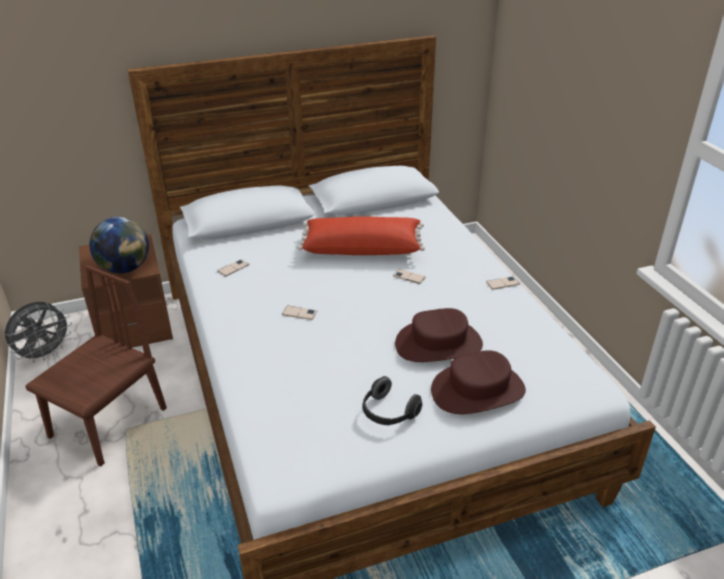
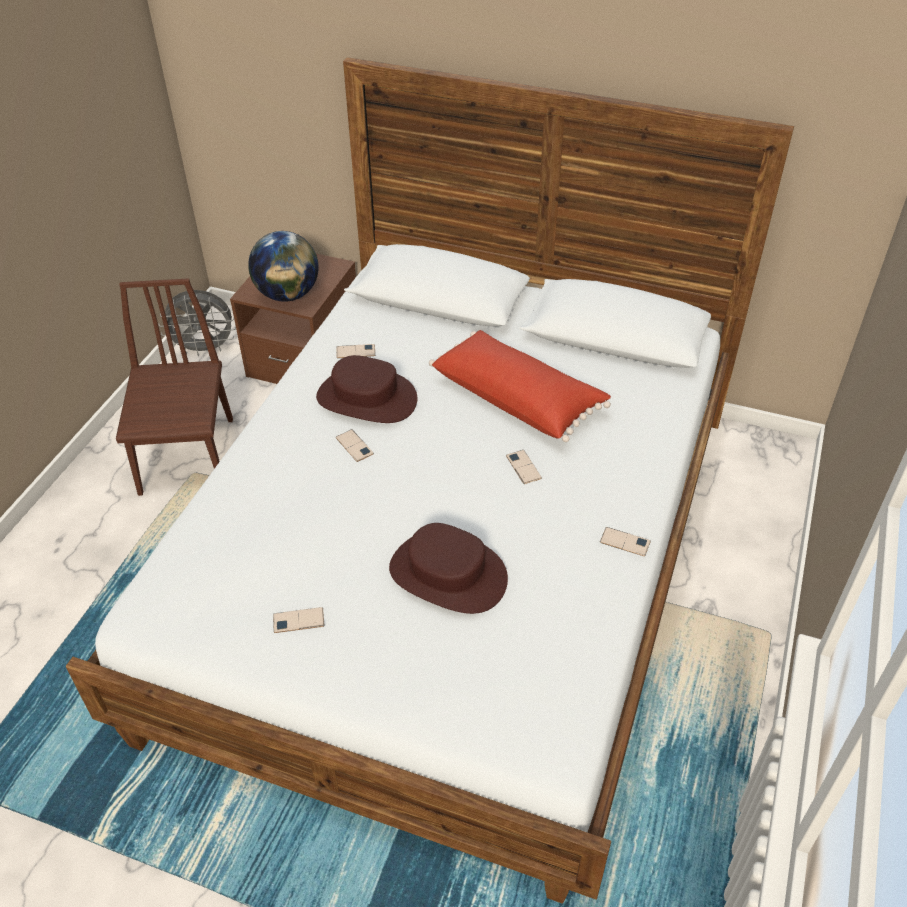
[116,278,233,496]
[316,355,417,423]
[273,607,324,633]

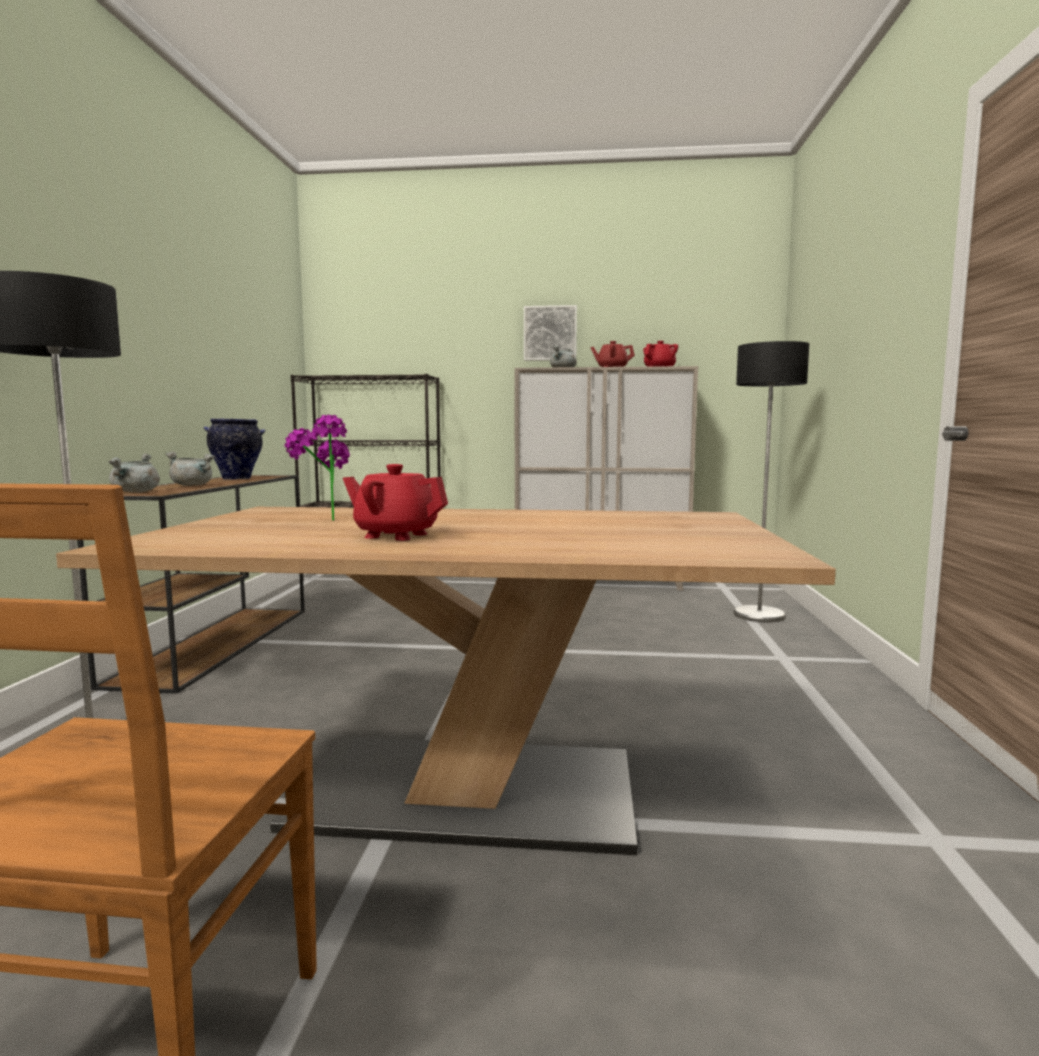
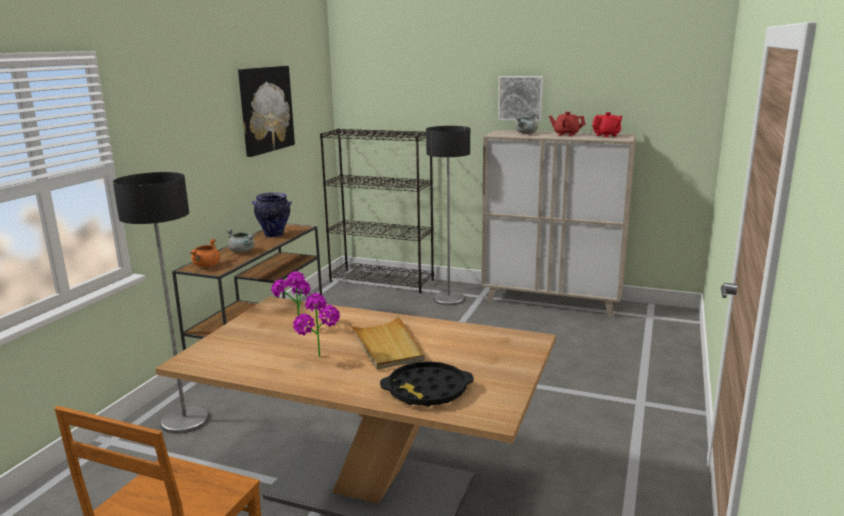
[426,126,470,305]
[190,239,220,267]
[293,293,340,357]
[238,66,295,157]
[349,315,425,370]
[380,361,474,406]

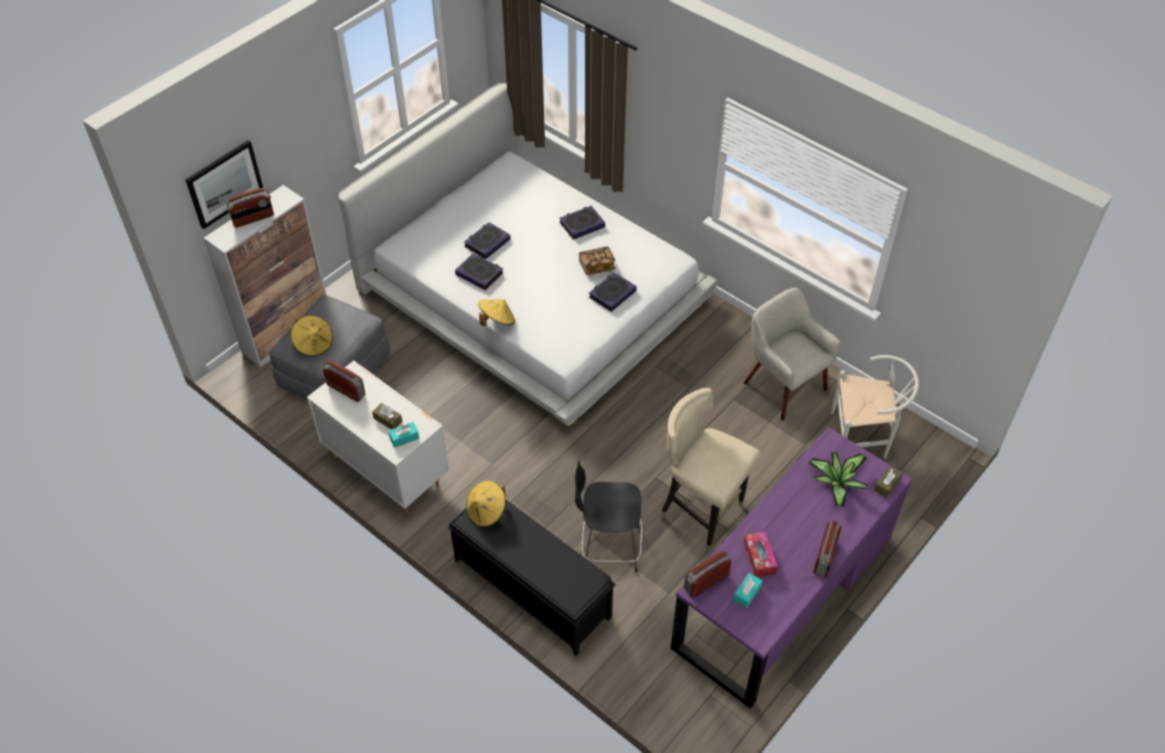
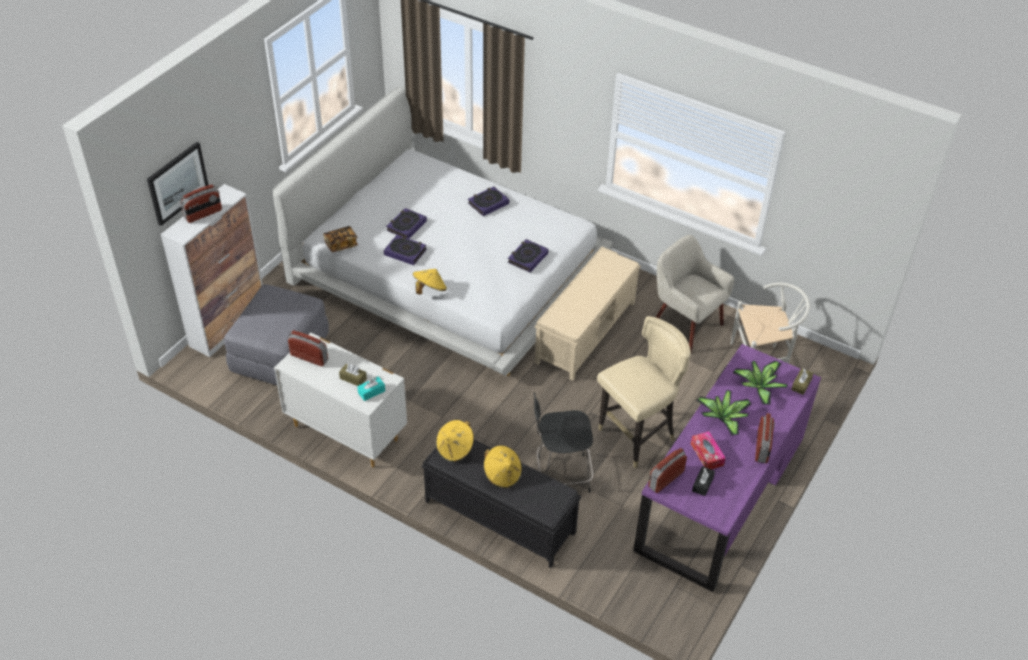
[323,226,358,252]
[484,445,522,488]
[597,316,691,468]
[692,466,715,496]
[535,247,641,381]
[696,390,751,436]

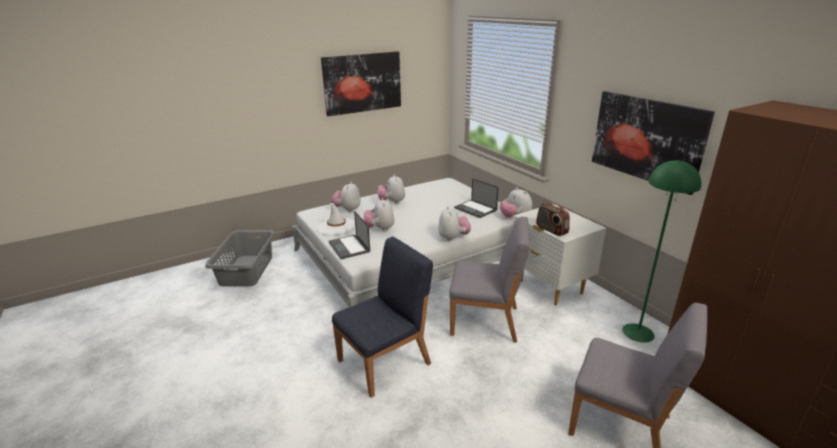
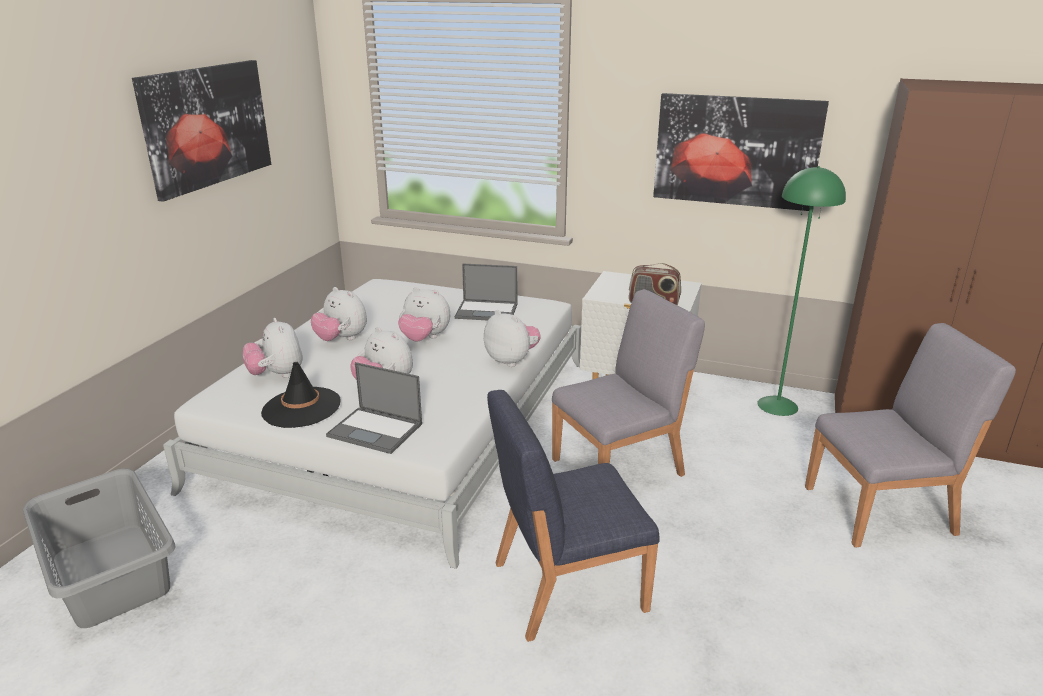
[398,287,450,341]
[261,362,341,428]
[487,390,660,642]

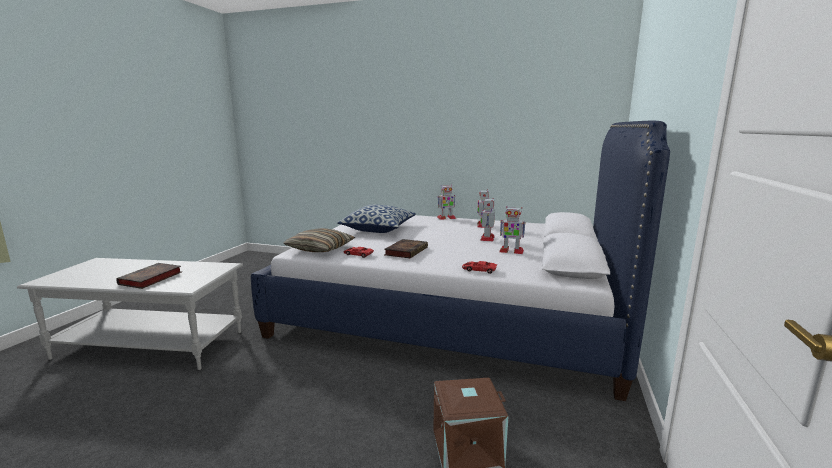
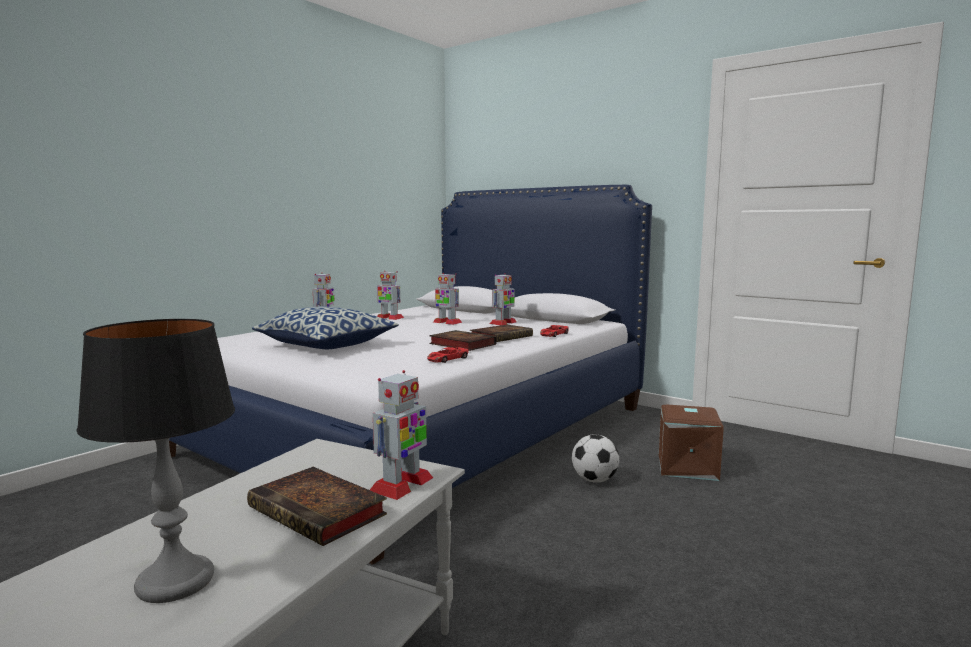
[284,228,355,252] (first image)
[77,319,235,603]
[470,325,533,342]
[370,370,433,500]
[572,434,619,483]

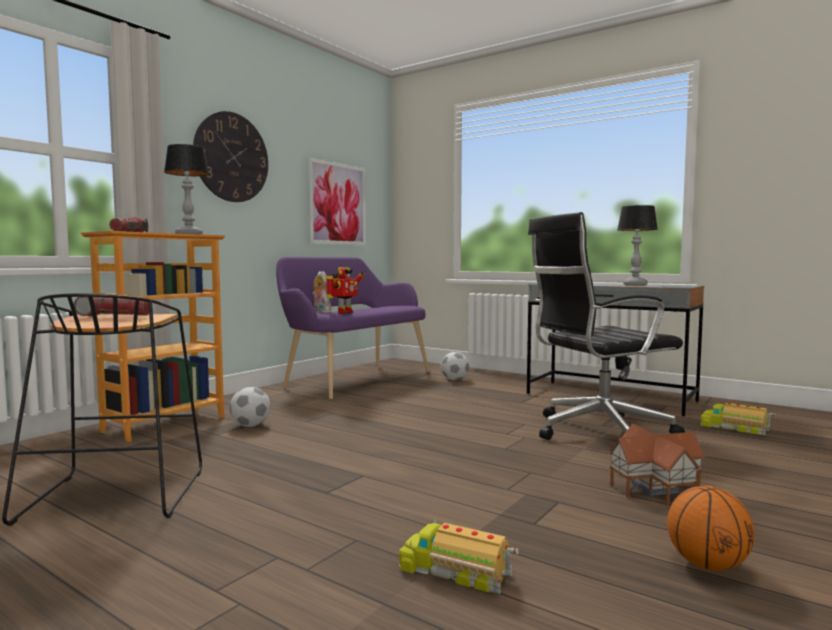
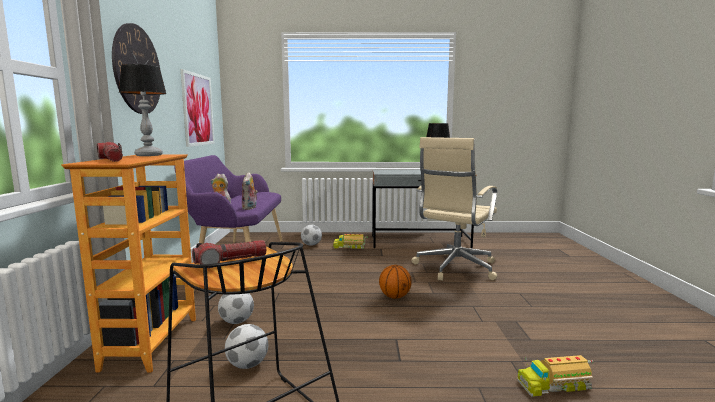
[412,137,497,281]
[242,172,258,210]
[333,234,368,249]
[609,423,705,506] (first image)
[379,265,412,299]
[225,324,268,369]

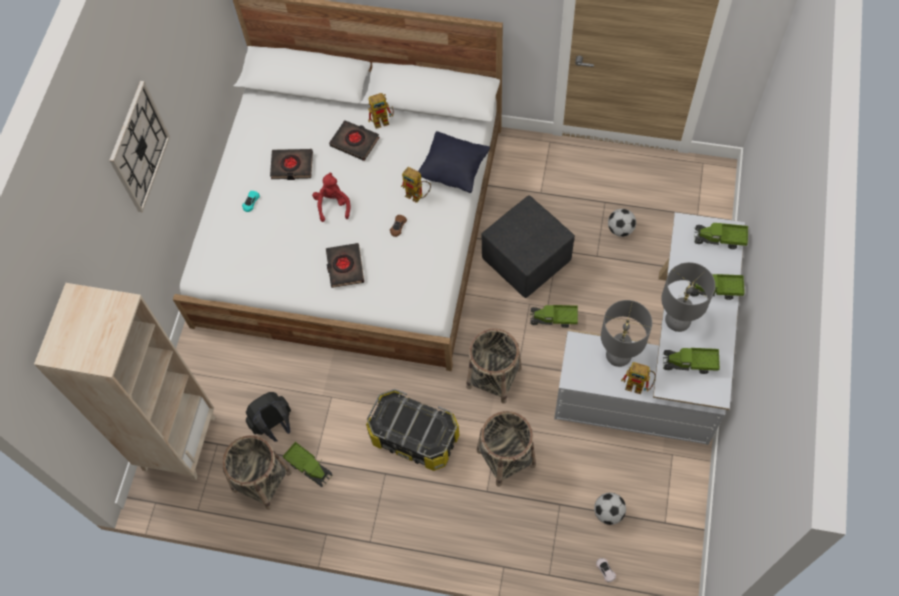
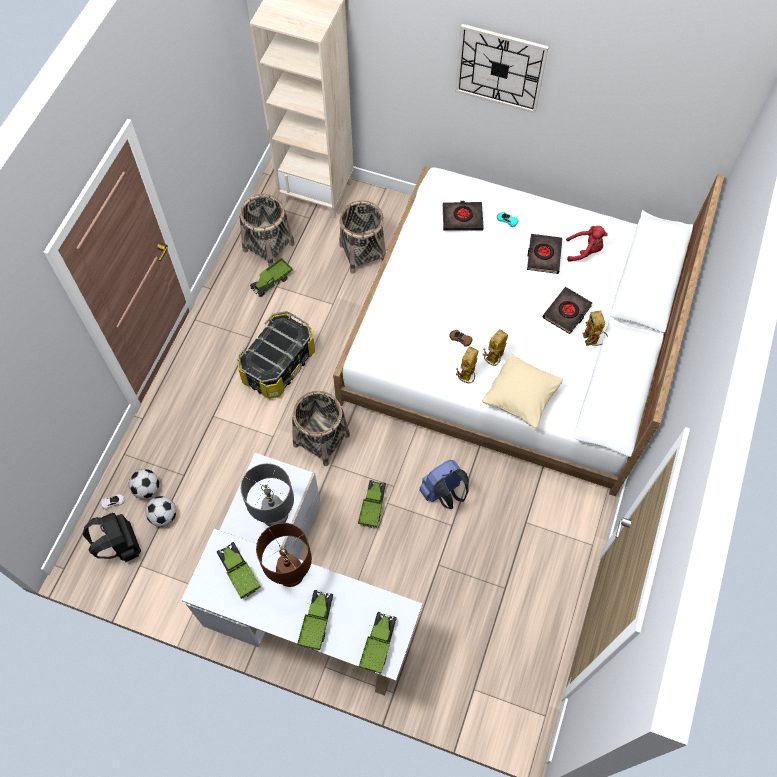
[482,354,563,428]
[566,226,608,262]
[420,460,469,509]
[129,469,159,499]
[443,201,484,231]
[256,523,312,587]
[217,542,260,599]
[456,346,479,383]
[83,513,141,562]
[339,200,386,274]

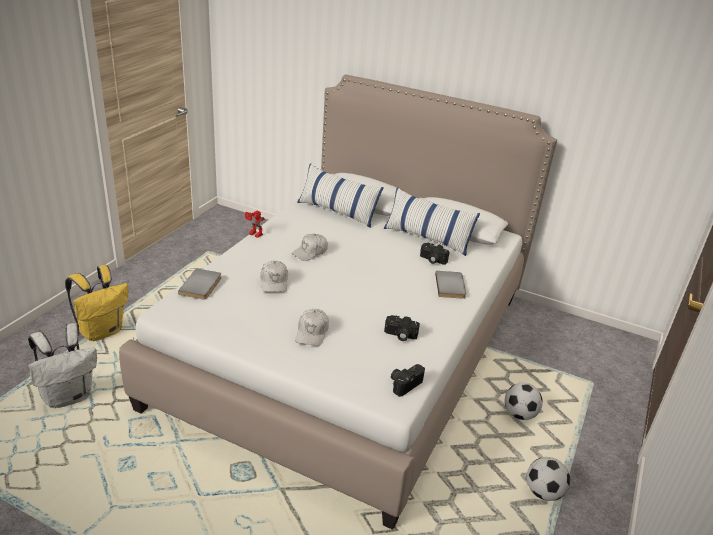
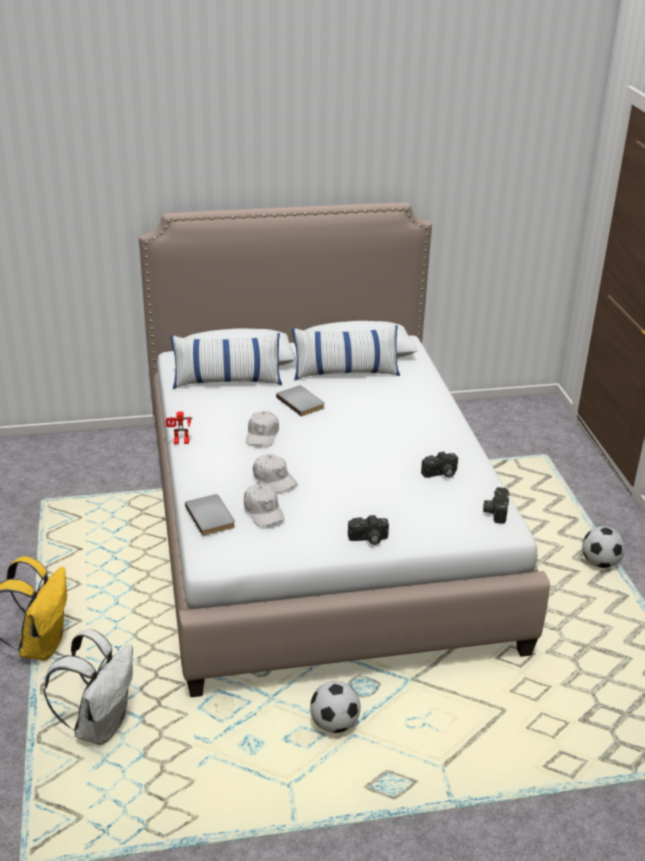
[348,515,389,545]
[276,385,325,417]
[244,484,285,526]
[310,681,361,733]

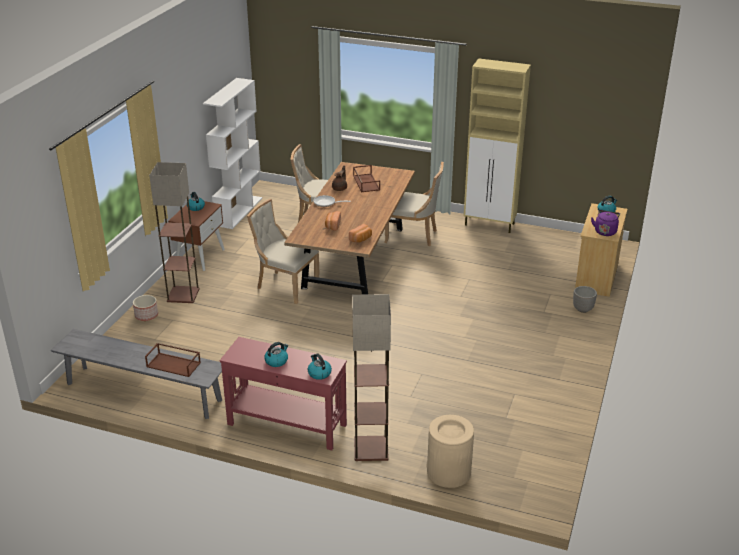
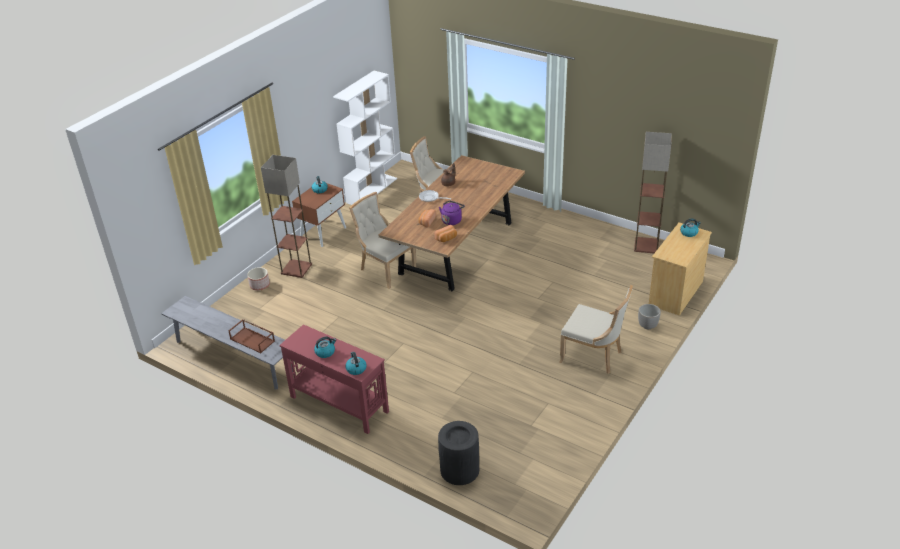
[464,58,531,233] (first image)
[559,285,633,374]
[353,165,380,192] (first image)
[439,200,465,225]
[634,132,672,253]
[438,421,479,485]

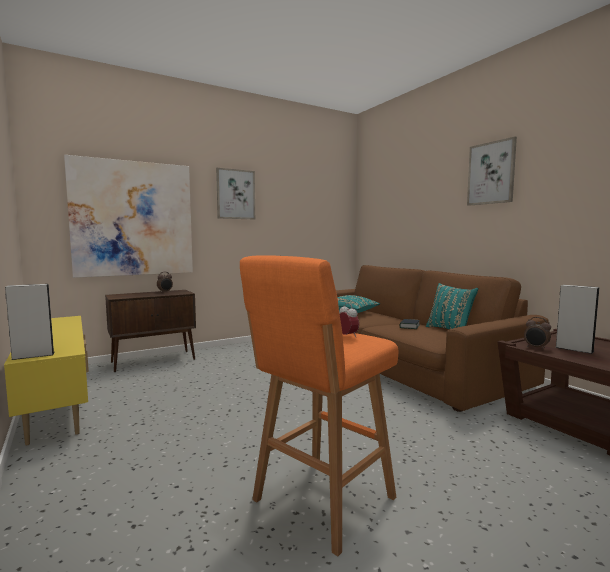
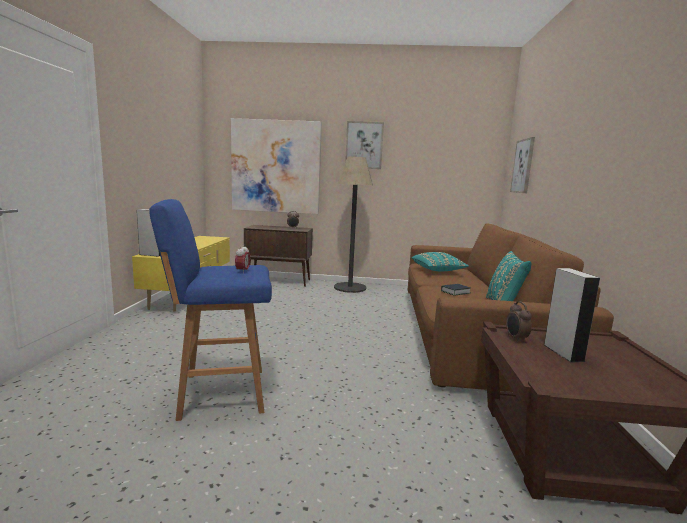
[510,137,535,193]
[149,199,272,421]
[334,157,373,293]

